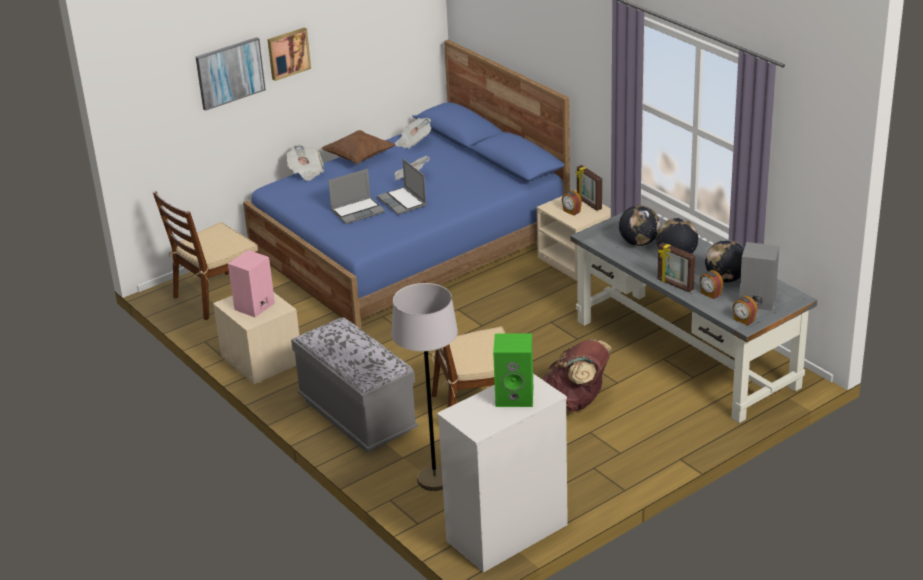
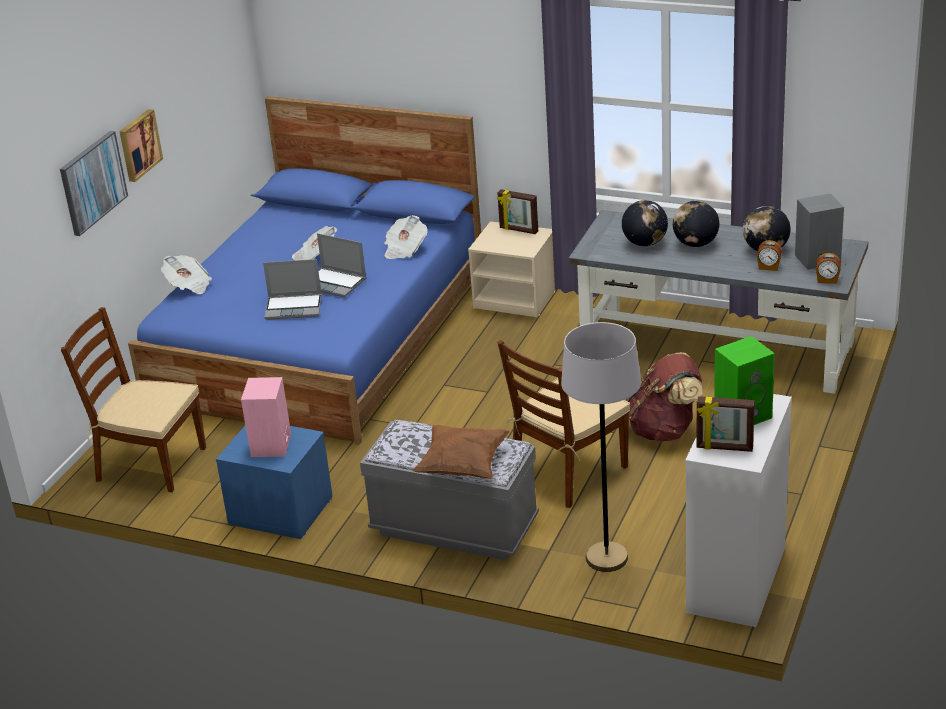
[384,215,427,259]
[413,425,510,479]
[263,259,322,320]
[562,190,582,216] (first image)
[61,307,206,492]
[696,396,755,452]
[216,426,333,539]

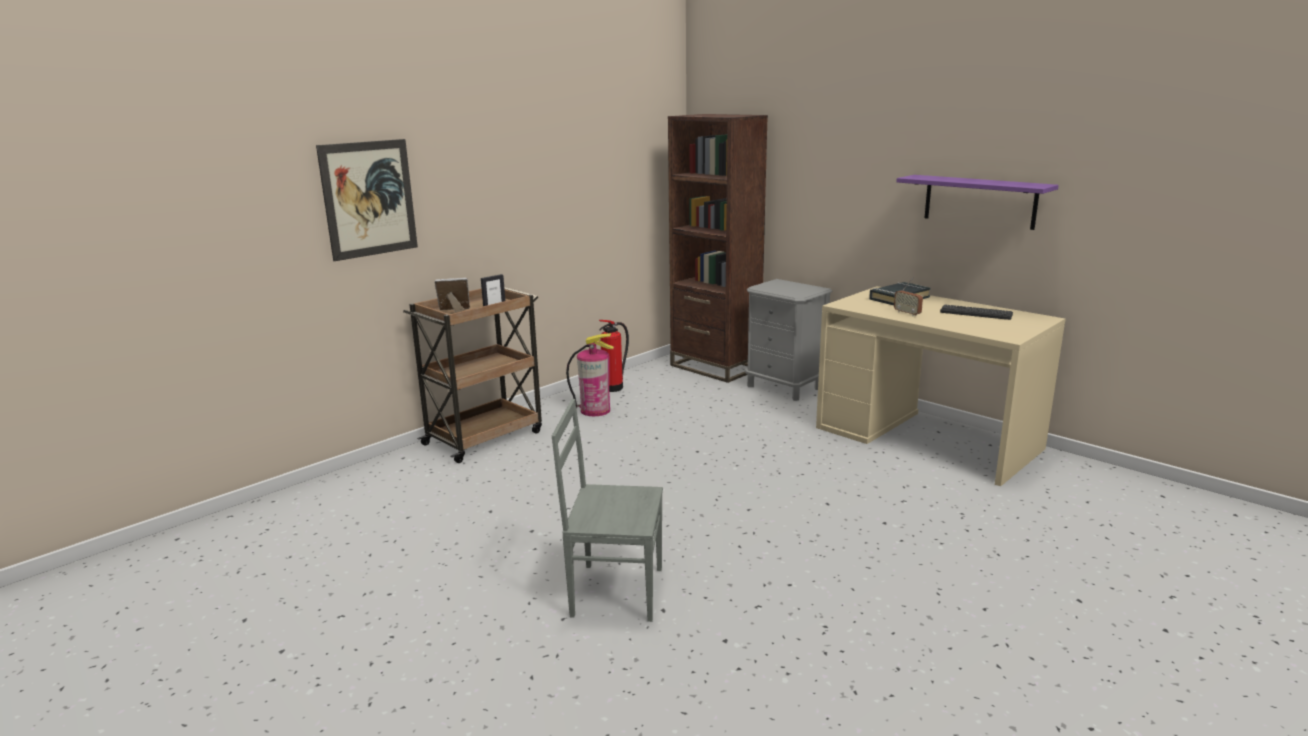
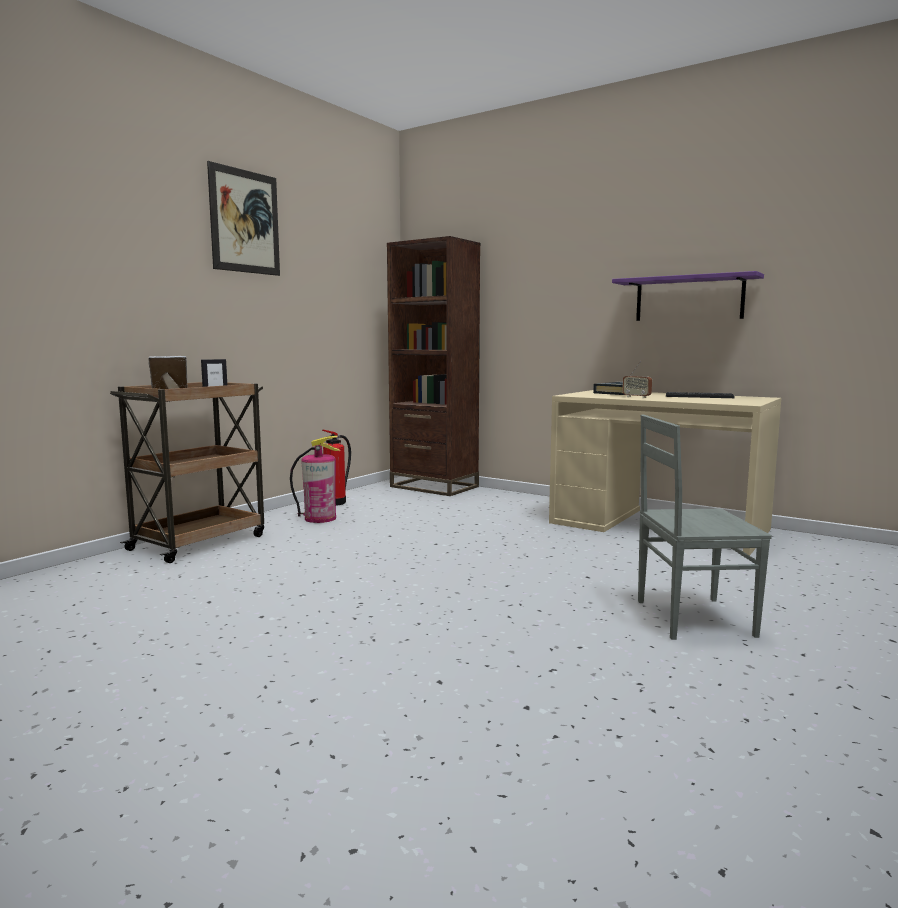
[207,161,280,276]
[745,279,832,401] (first image)
[638,414,772,640]

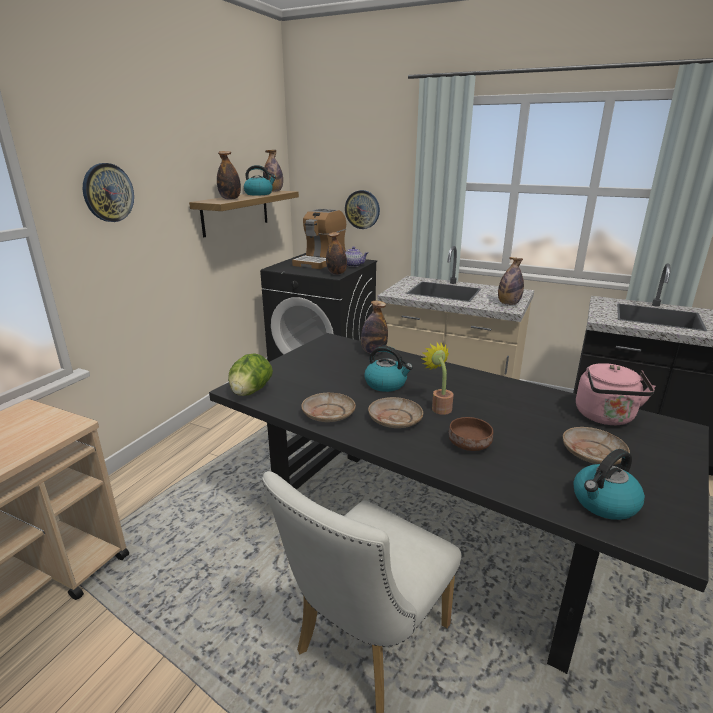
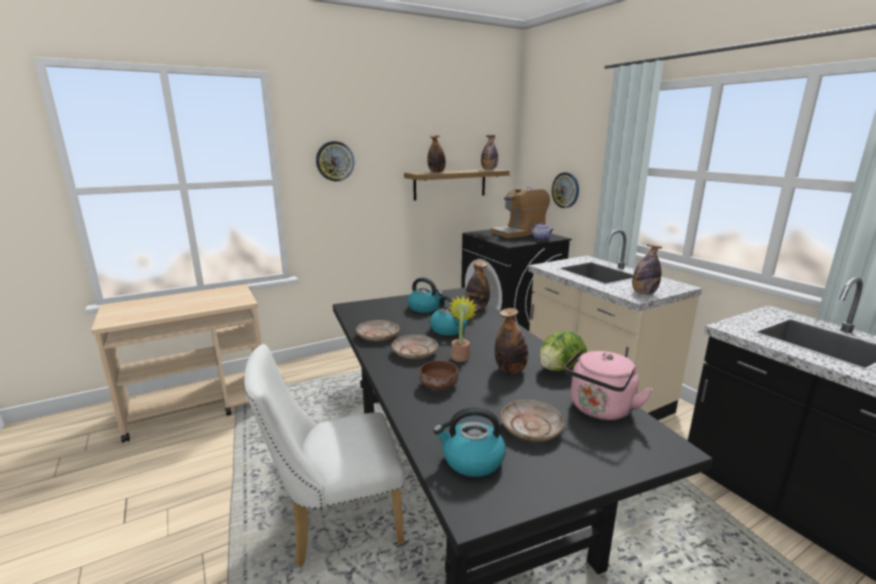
[408,277,443,313]
[495,308,528,374]
[539,331,587,371]

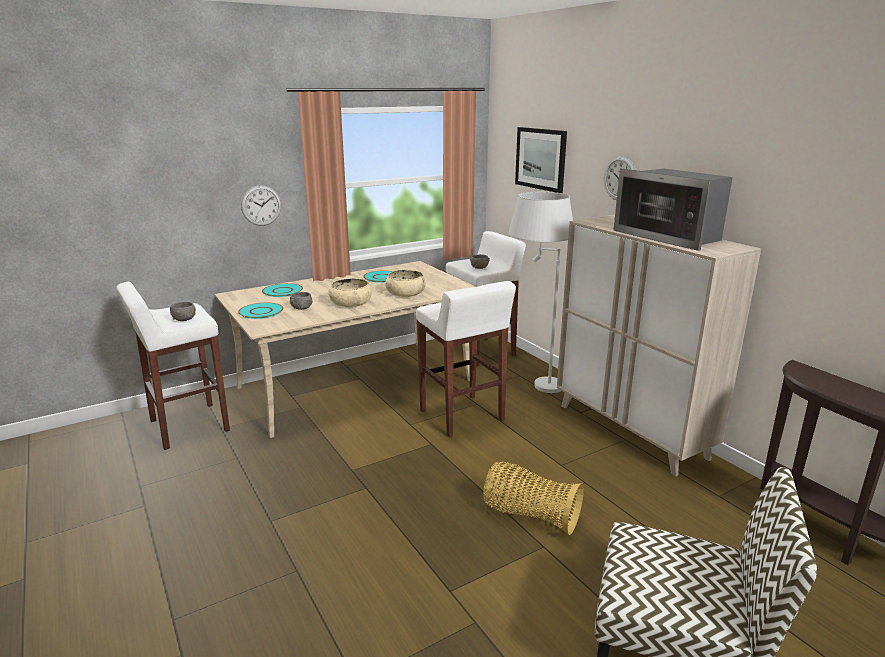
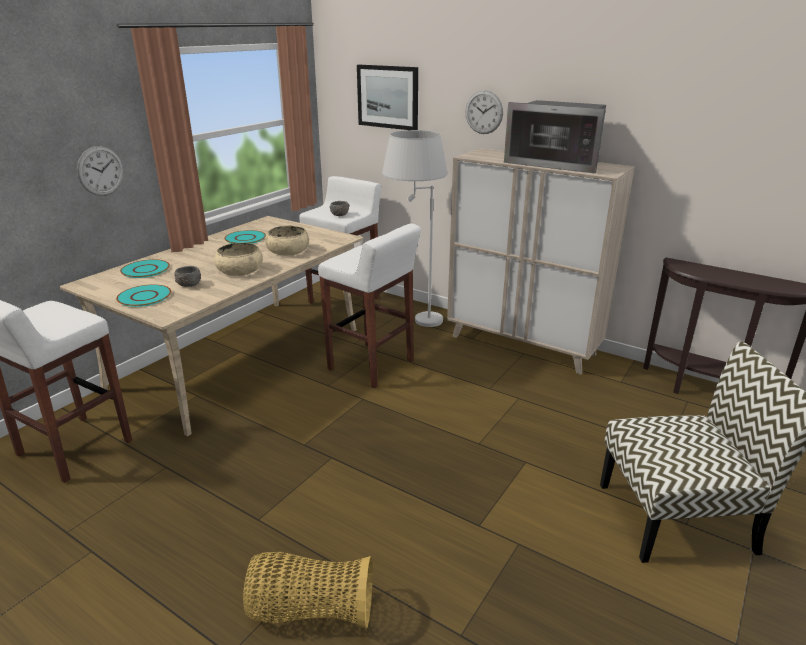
[170,301,196,321] (first image)
[243,552,373,629]

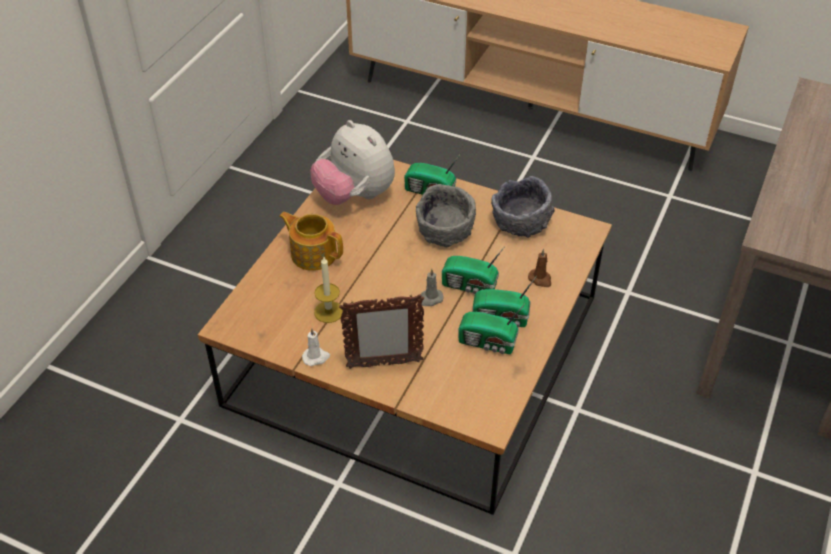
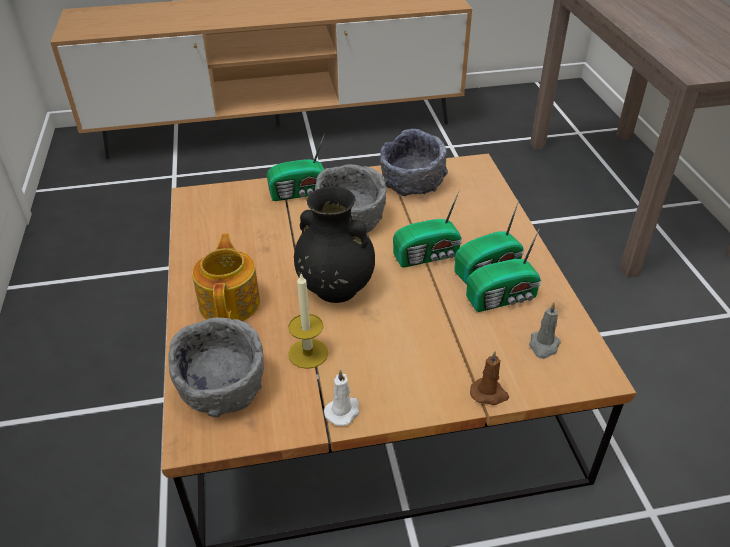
[310,120,395,205] (first image)
[192,233,260,321]
[470,351,509,405]
[529,302,561,359]
[339,294,424,369] (first image)
[294,186,375,303]
[168,317,264,417]

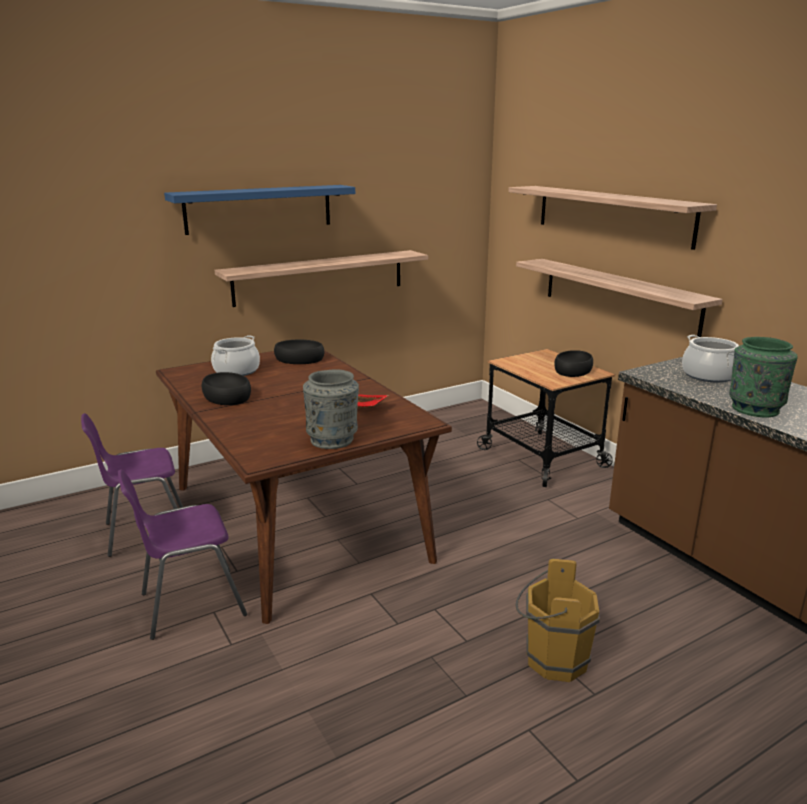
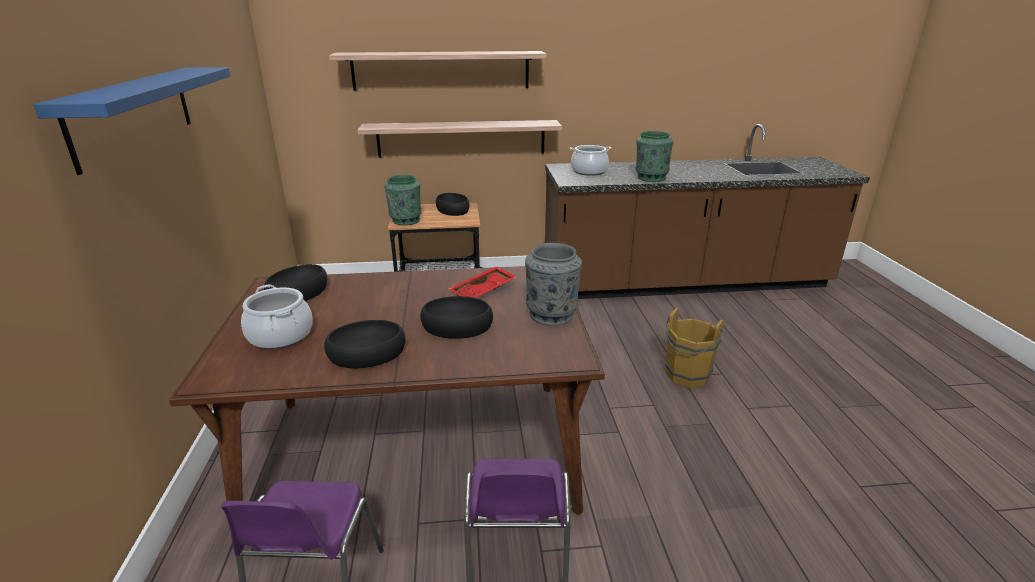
[215,250,428,307] (first image)
[384,175,422,225]
[420,296,493,339]

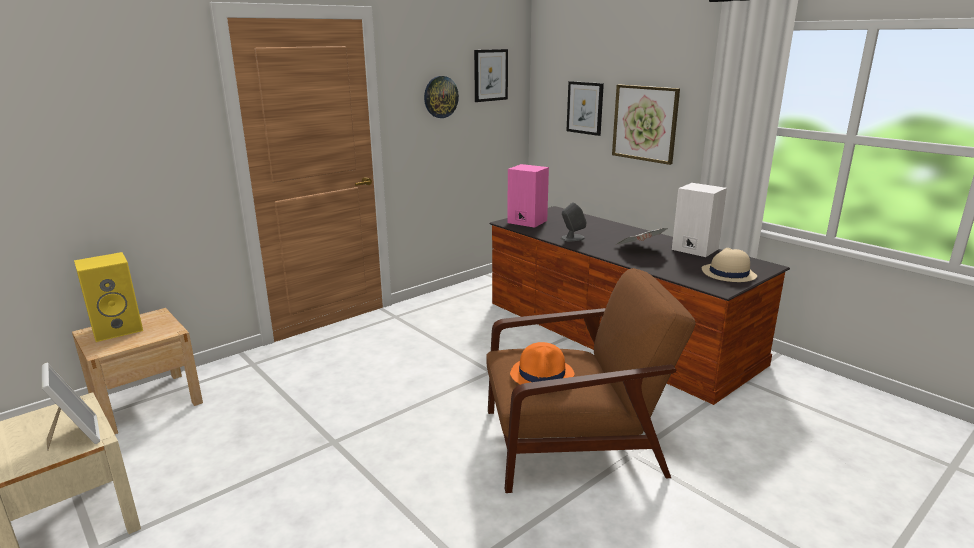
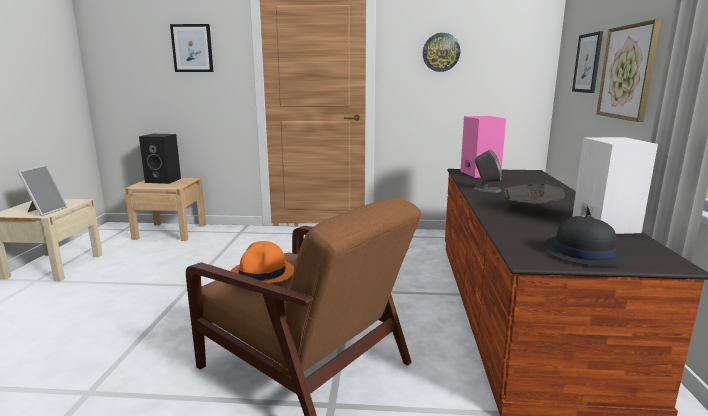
[170,24,213,72]
[543,215,627,266]
[139,134,181,184]

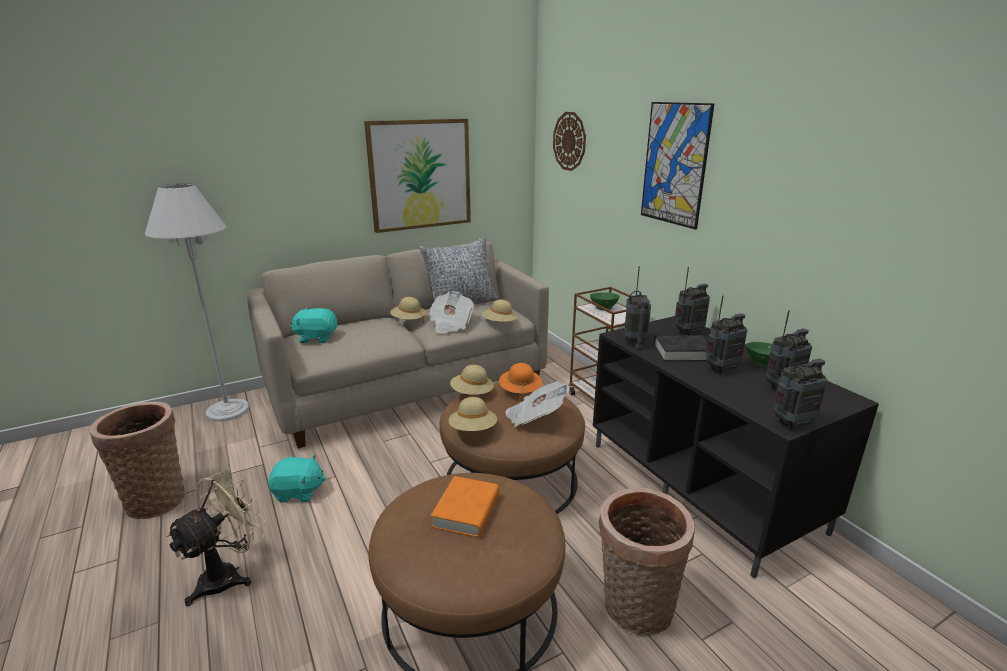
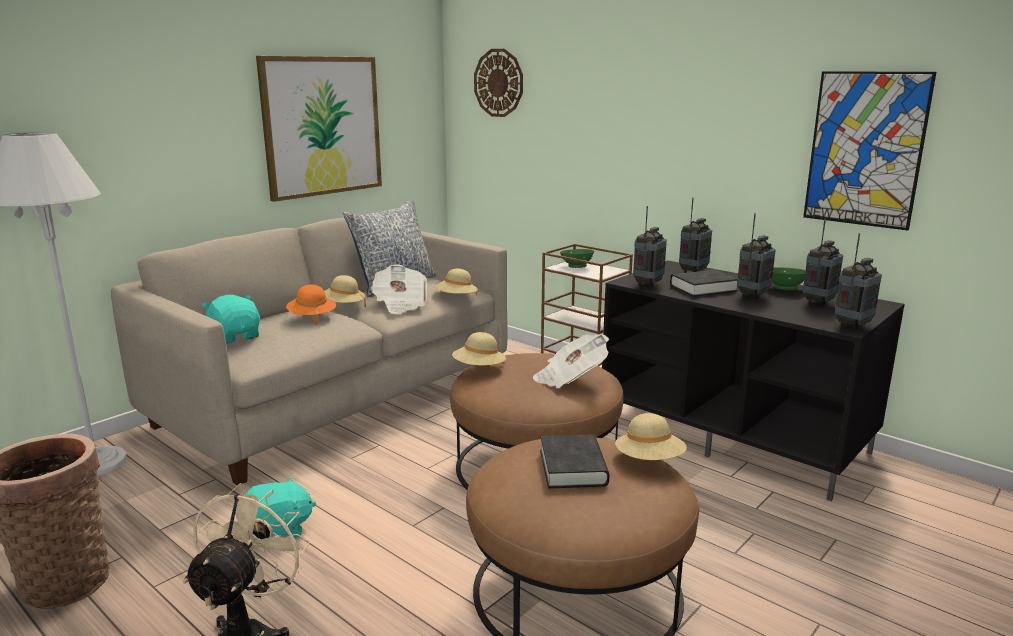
[803,71,936,231]
[633,206,667,288]
[202,295,260,344]
[286,285,336,325]
[615,413,687,460]
[540,434,609,488]
[599,488,695,636] (first image)

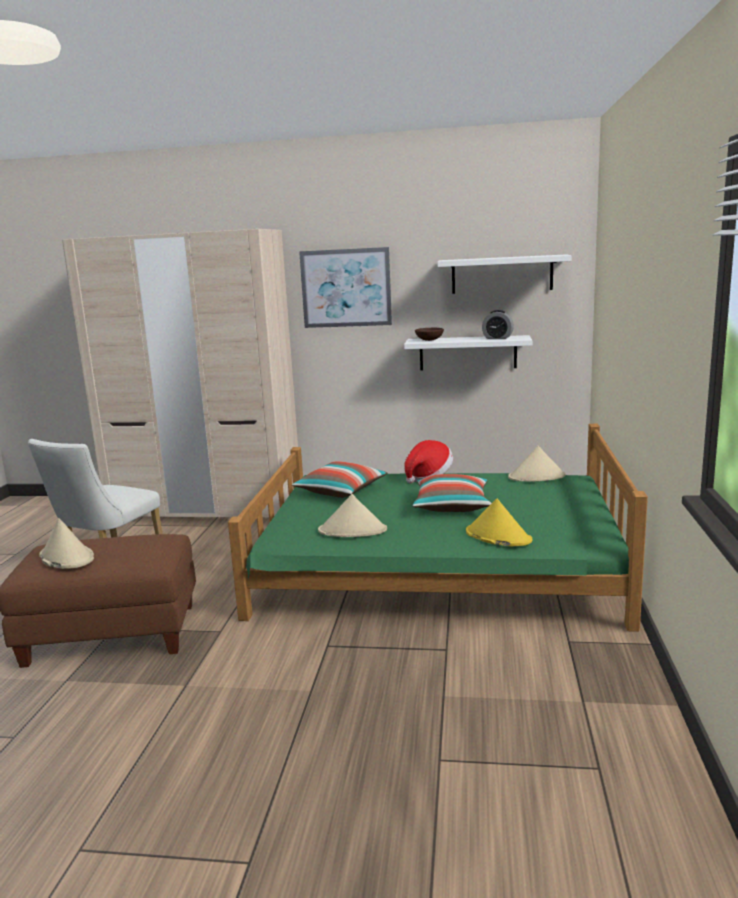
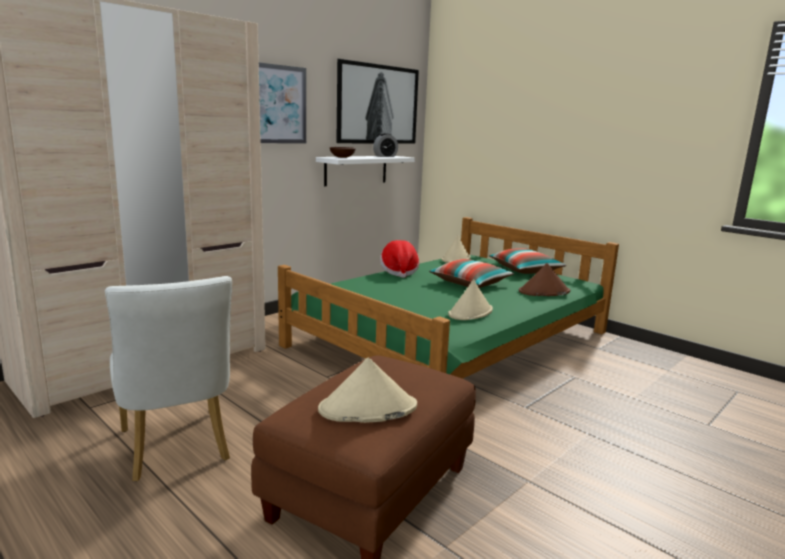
[336,59,419,144]
[489,248,567,274]
[519,263,570,296]

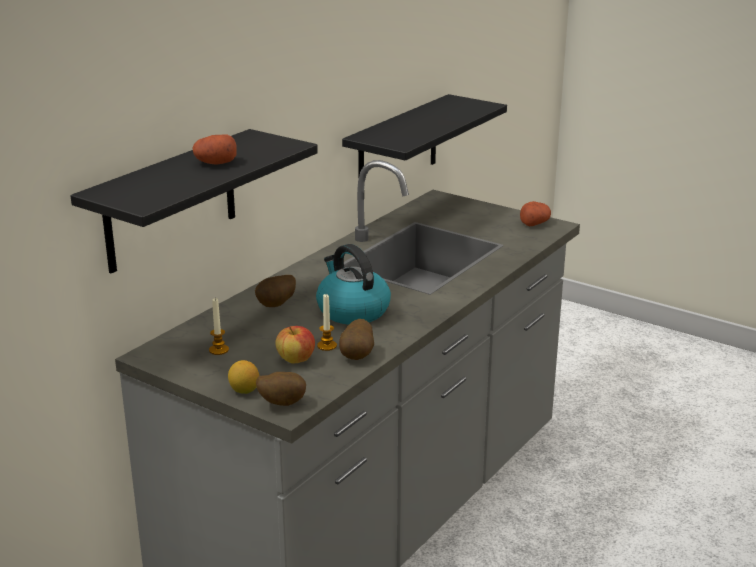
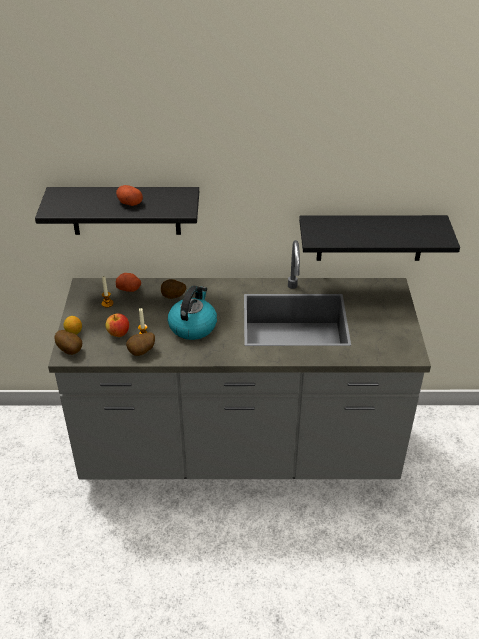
[116,273,141,292]

